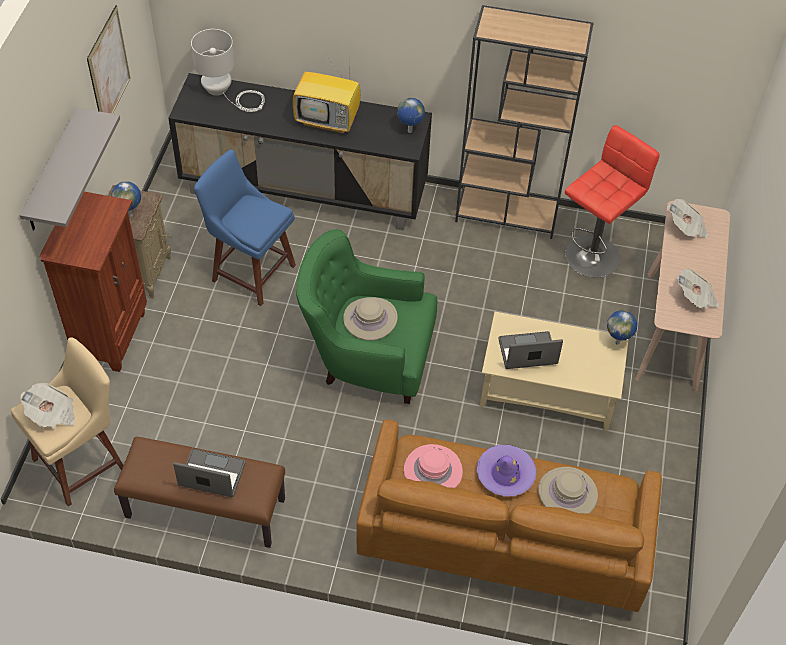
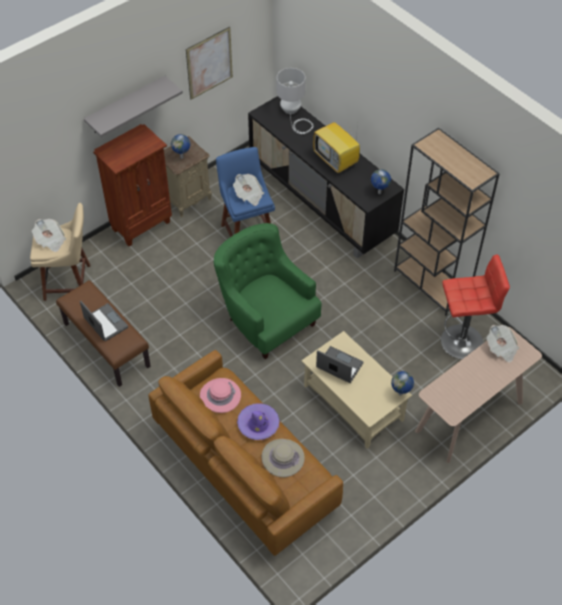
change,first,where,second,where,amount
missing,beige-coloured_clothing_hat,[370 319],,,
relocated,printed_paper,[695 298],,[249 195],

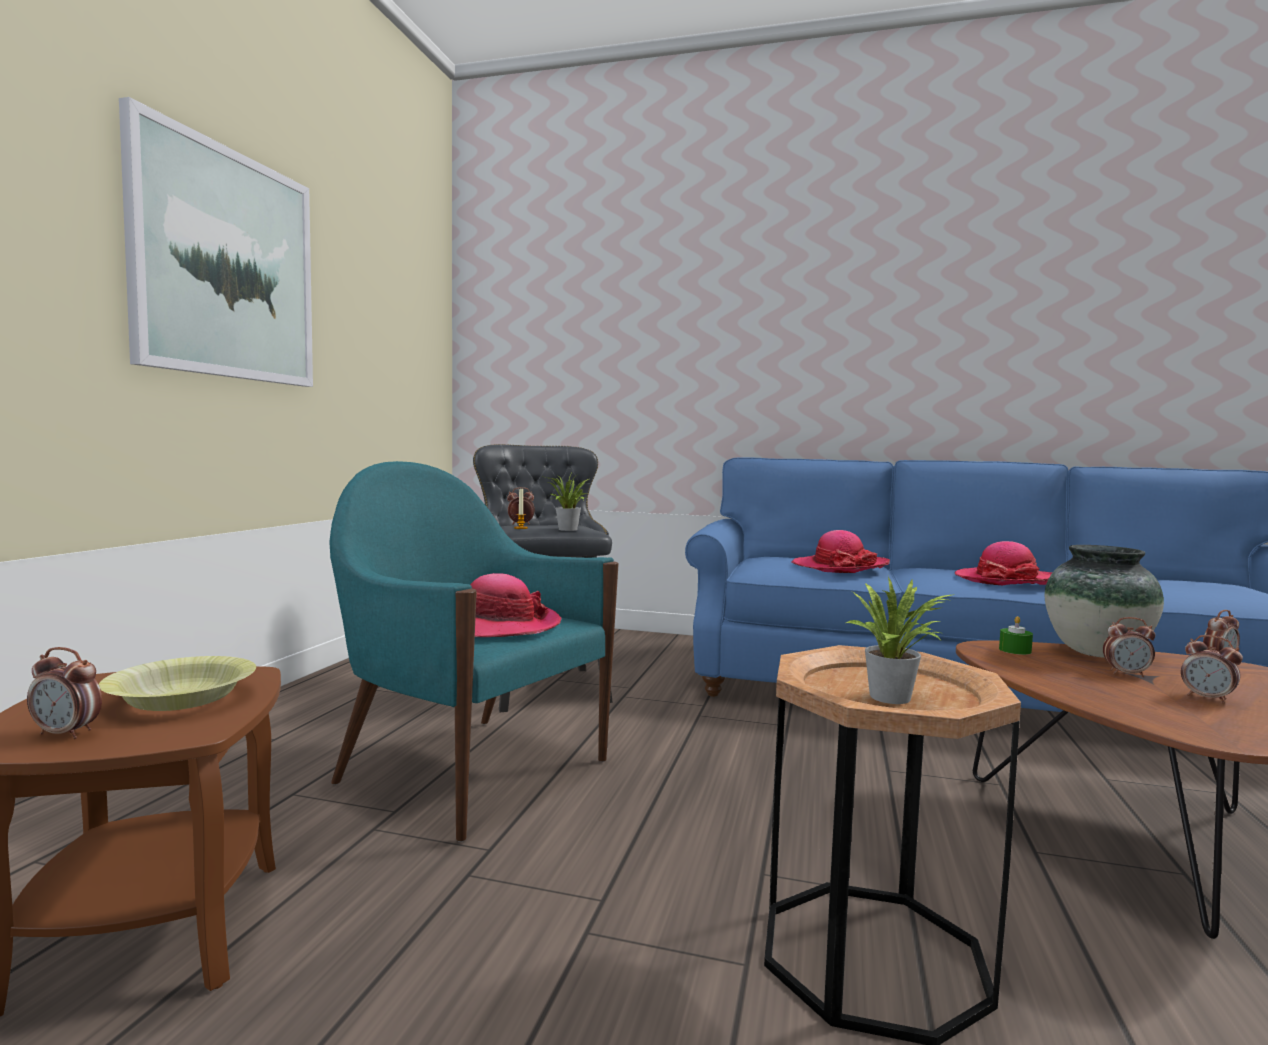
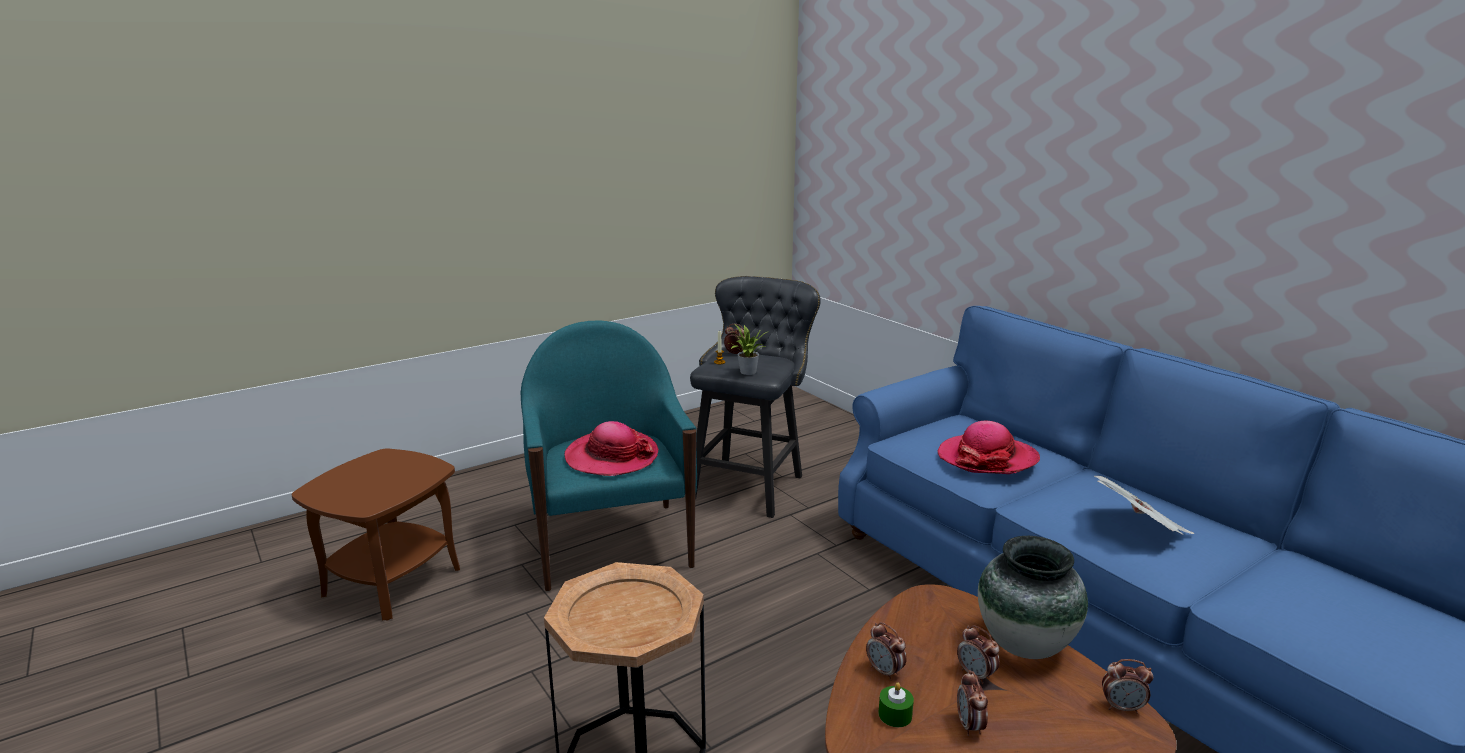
change,first,where,second,where,amount
missing,yellowish_serving_bowl,[182 699],,,
missing,picture,[226 265],,,
missing,houseplant,[896 698],,,
relocated,table_clock,[67 734],,[884 671],
relocated,green-coloured_candle,[1015 650],,[895 715],
exchanged,clothing_hat,[1008 580],printed_paper,[1139 529],

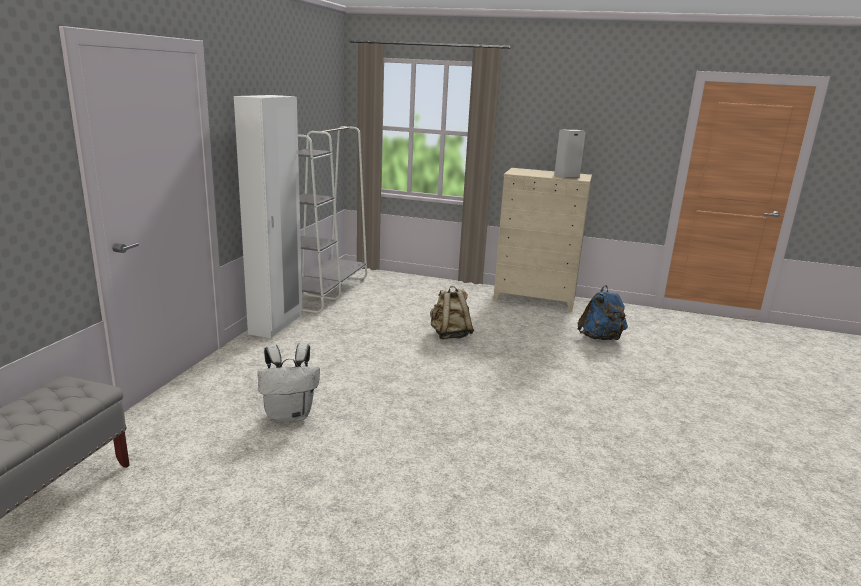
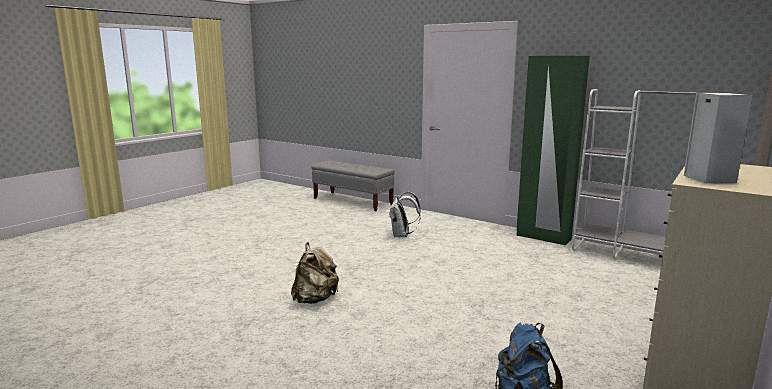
change,first,where,second,where,amount
relocated,beige-coloured_backpack,[450 335],,[315 299],
colour,whitish_clothes_cupboard,[276 324],green-coloured_clothes_cupboard,[543 237],

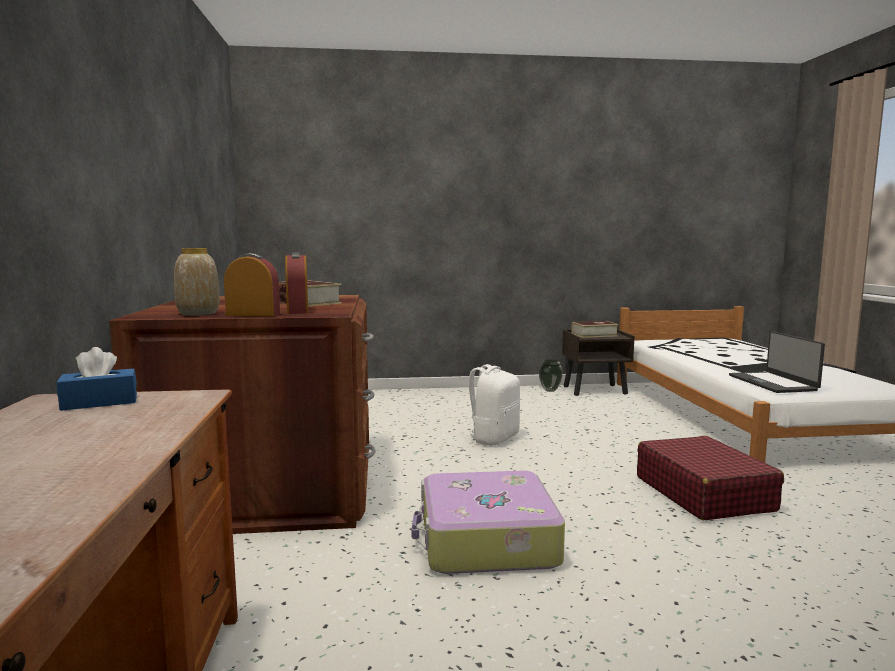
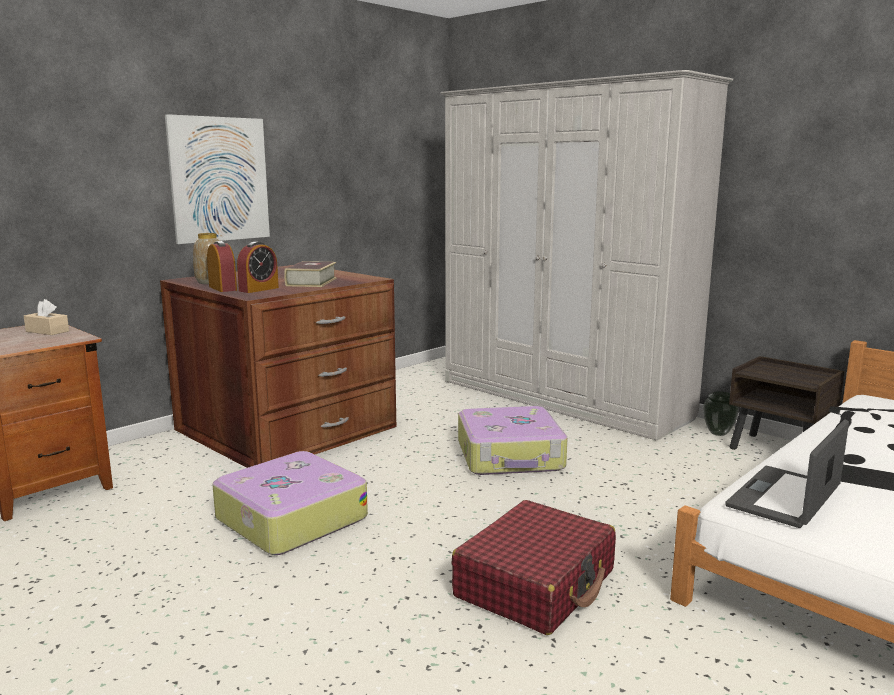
change,first,where,second,where,amount
missing,volume,[594 334],,,
appeared,,,picture,[219 179],
appeared,,,whitish_clothes_cupboard,[562 399],
exchanged,whitish_backpack,[493 438],piece_of_luggage,[510 456],
colour,blue-coloured_tissue_box,[99 402],beige-coloured_tissue_box,[47 331],

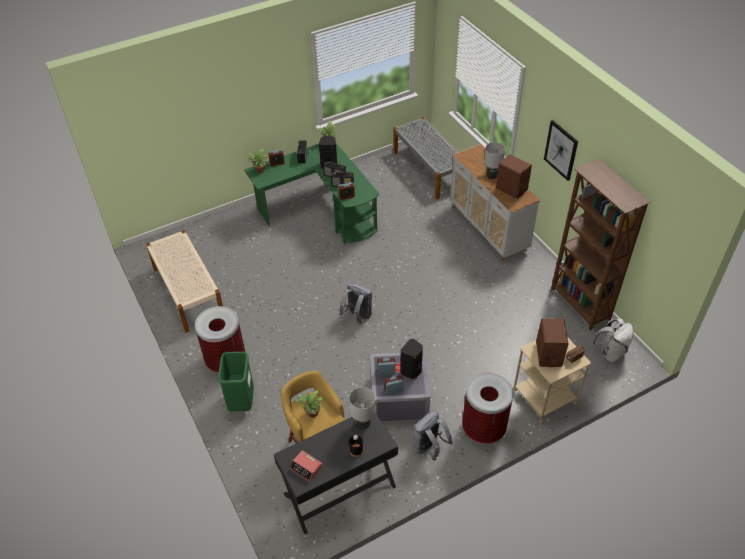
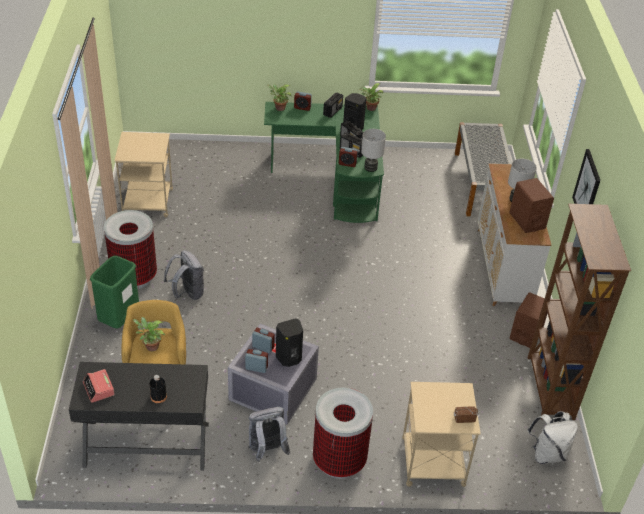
change,first,where,second,where,amount
relocated,greyish_backpack,[357 316],,[187 293],
relocated,greyish_table_lamp,[363 422],,[370 168],
relocated,brown-coloured_audio_speaker,[548 354],,[526 333],
exchanged,beige-coloured_indoor_bench,[188 292],beige-coloured_trolley,[147 201],

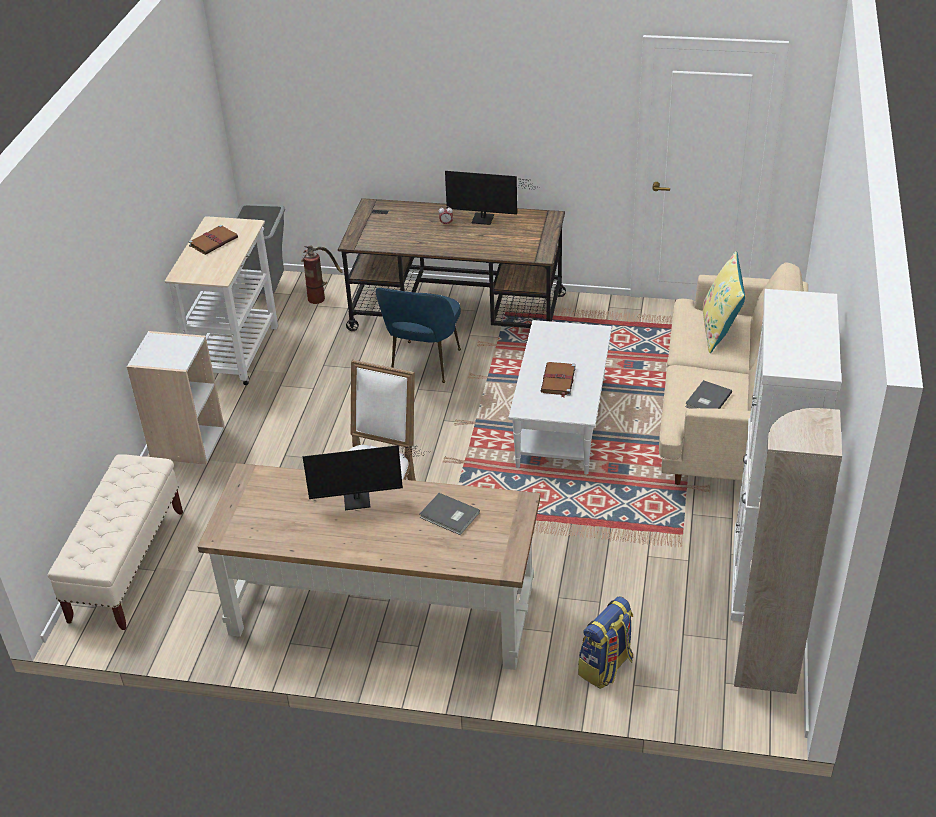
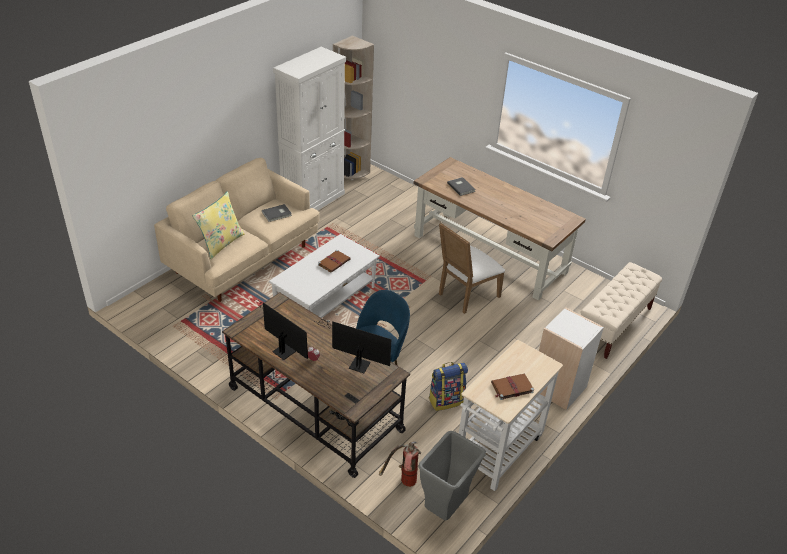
change,first,where,second,where,amount
relocated,computer_display,[361 500],,[357 363],
relocated,backpack,[606 667],,[446 400],

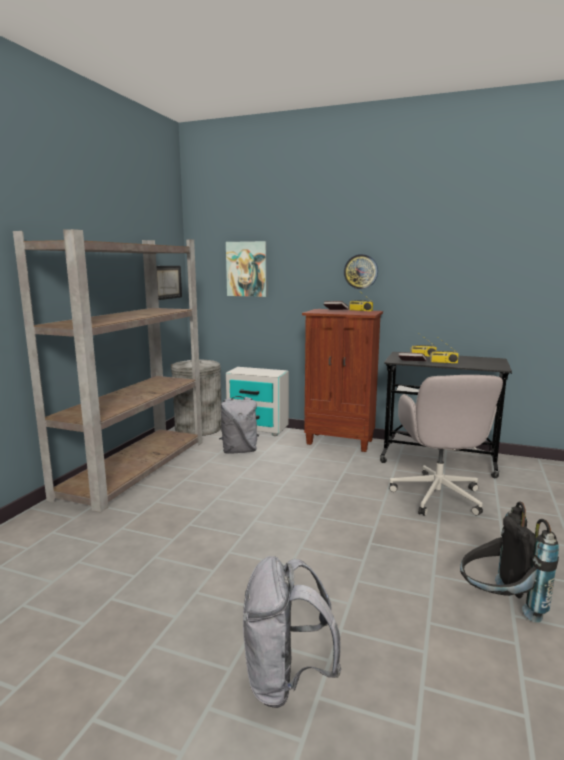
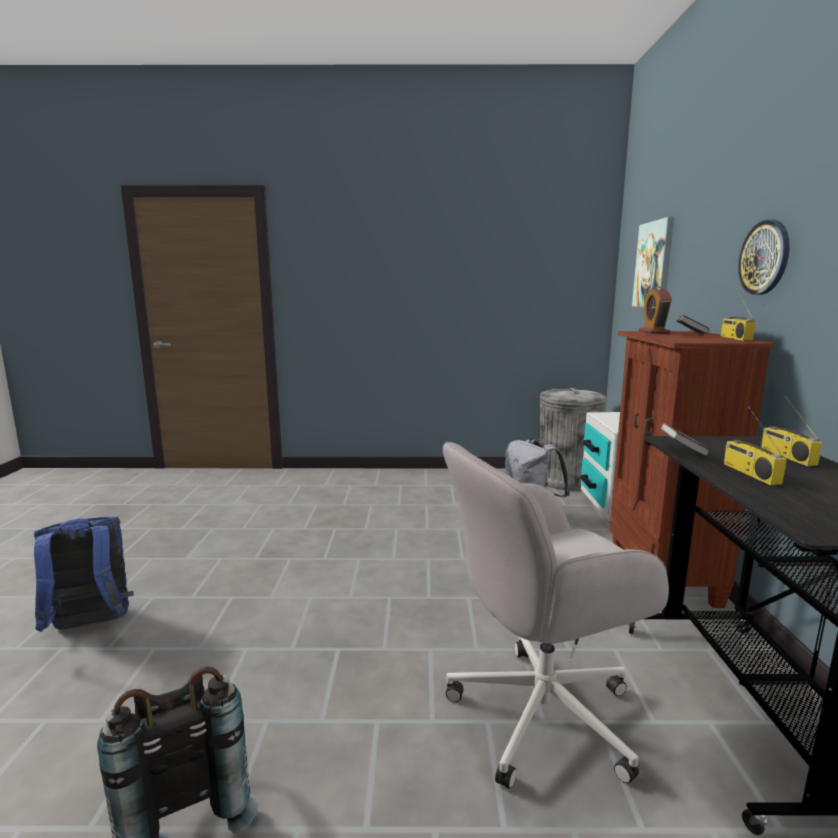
change,first,where,second,where,amount
missing,brown-coloured_bookcase,[135 467],,,
missing,picture,[167 282],,,
appeared,,,table_clock,[654 332],
colour,greyish_backpack,[285 679],blue-coloured_backpack,[90 626],

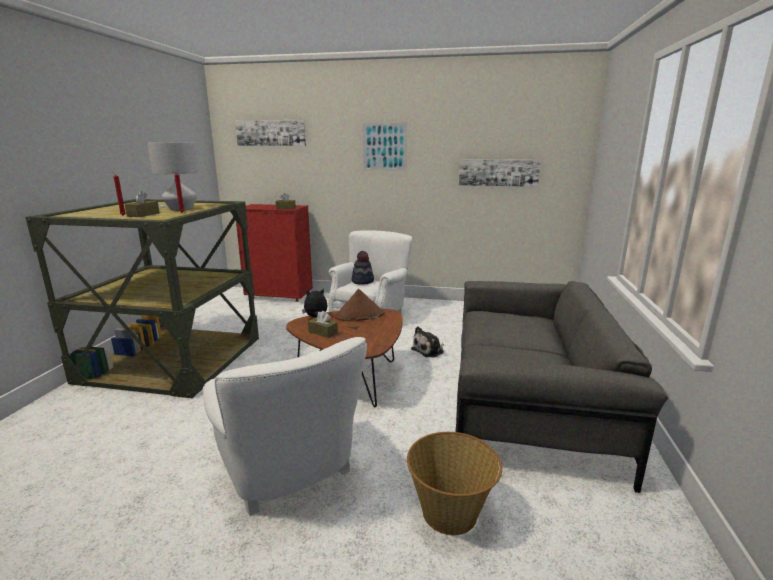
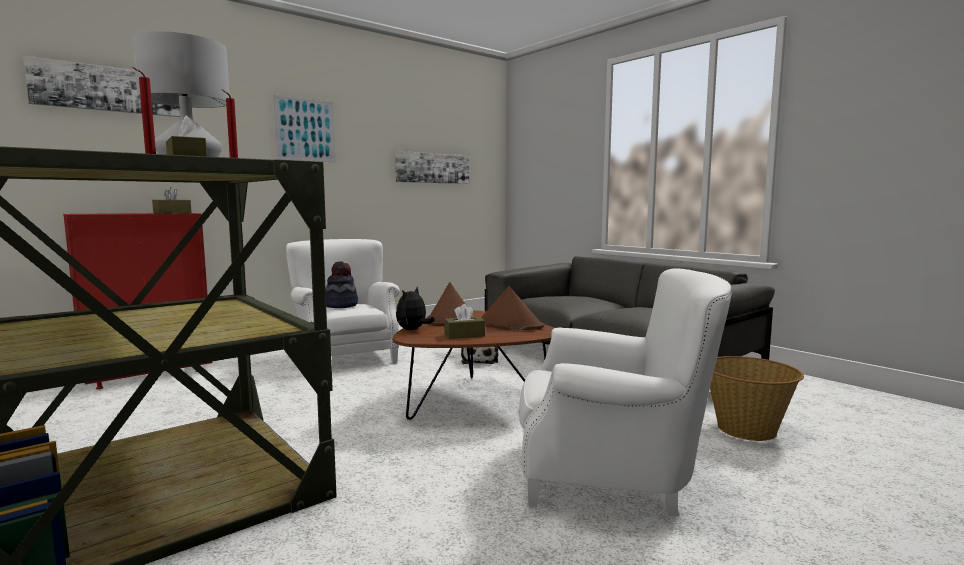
change,first,where,second,where,amount
appeared,,,brown-coloured_clothing_hat,[509 325],

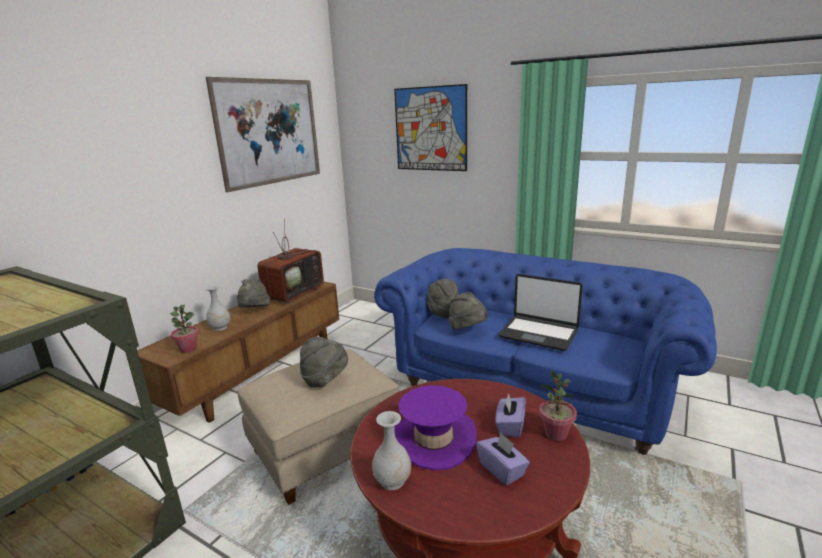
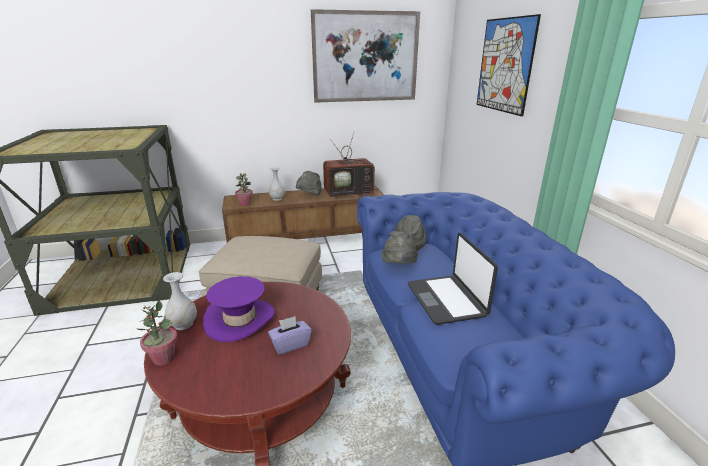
change,first,where,second,where,amount
missing,greyish_clothing_hat,[325 380],,,
missing,purple_tissue_box,[502 470],,,
relocated,houseplant,[556 434],,[163 358],

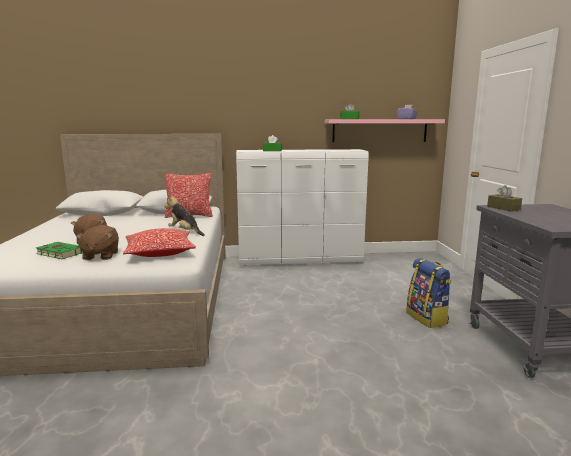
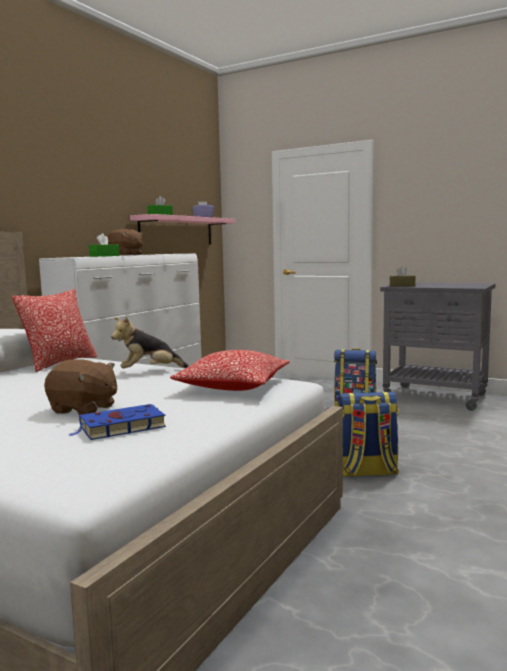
change,first,where,second,where,amount
appeared,,,backpack,[366 472],
relocated,brown-coloured_plush_toy,[100 256],,[125 255],
colour,green-coloured_volume,[59 253],blue-coloured_volume,[120 427],

